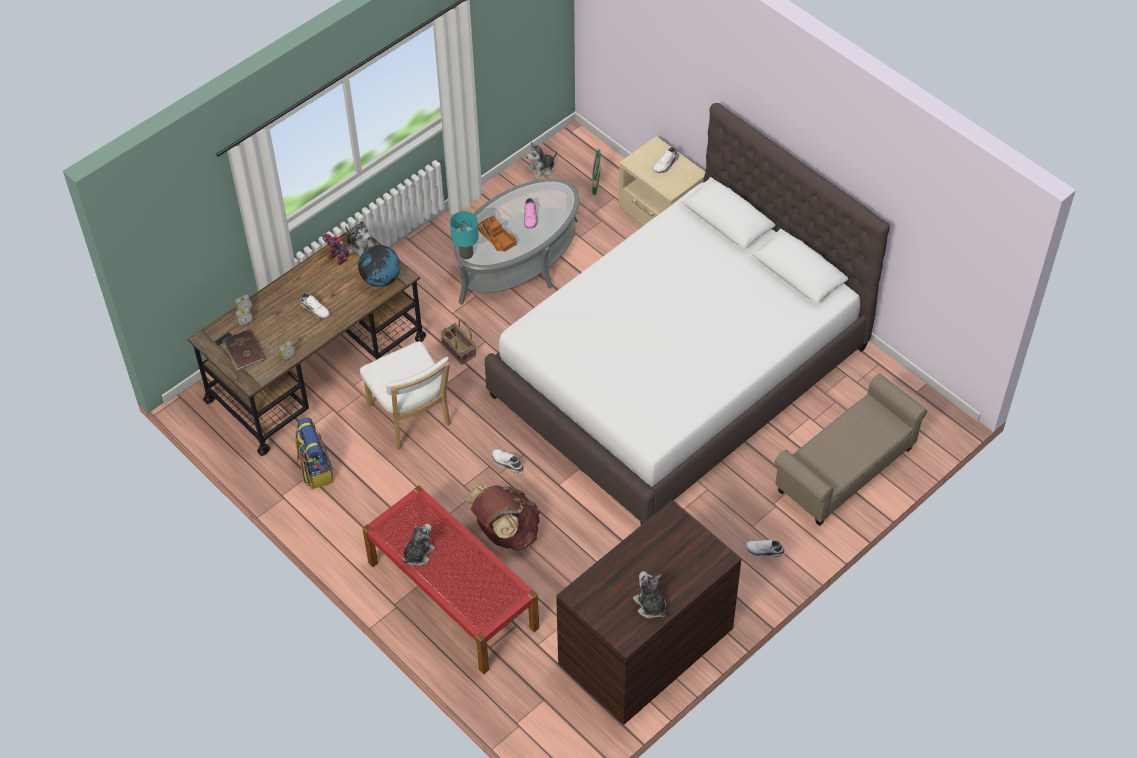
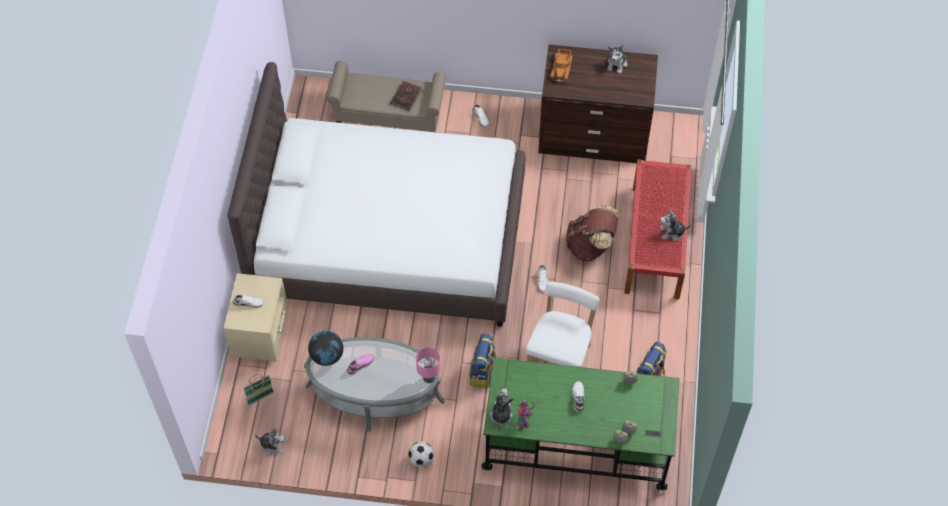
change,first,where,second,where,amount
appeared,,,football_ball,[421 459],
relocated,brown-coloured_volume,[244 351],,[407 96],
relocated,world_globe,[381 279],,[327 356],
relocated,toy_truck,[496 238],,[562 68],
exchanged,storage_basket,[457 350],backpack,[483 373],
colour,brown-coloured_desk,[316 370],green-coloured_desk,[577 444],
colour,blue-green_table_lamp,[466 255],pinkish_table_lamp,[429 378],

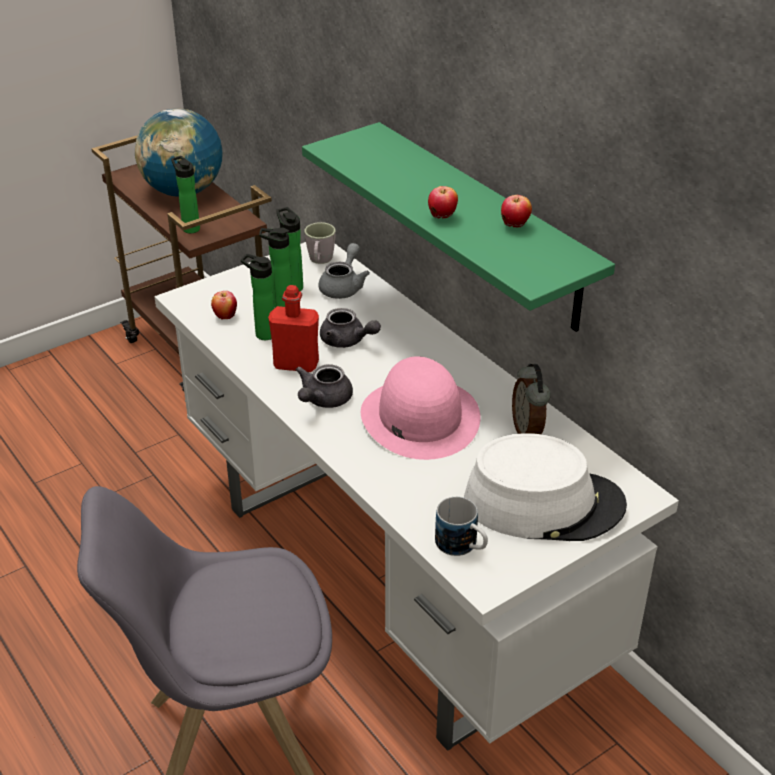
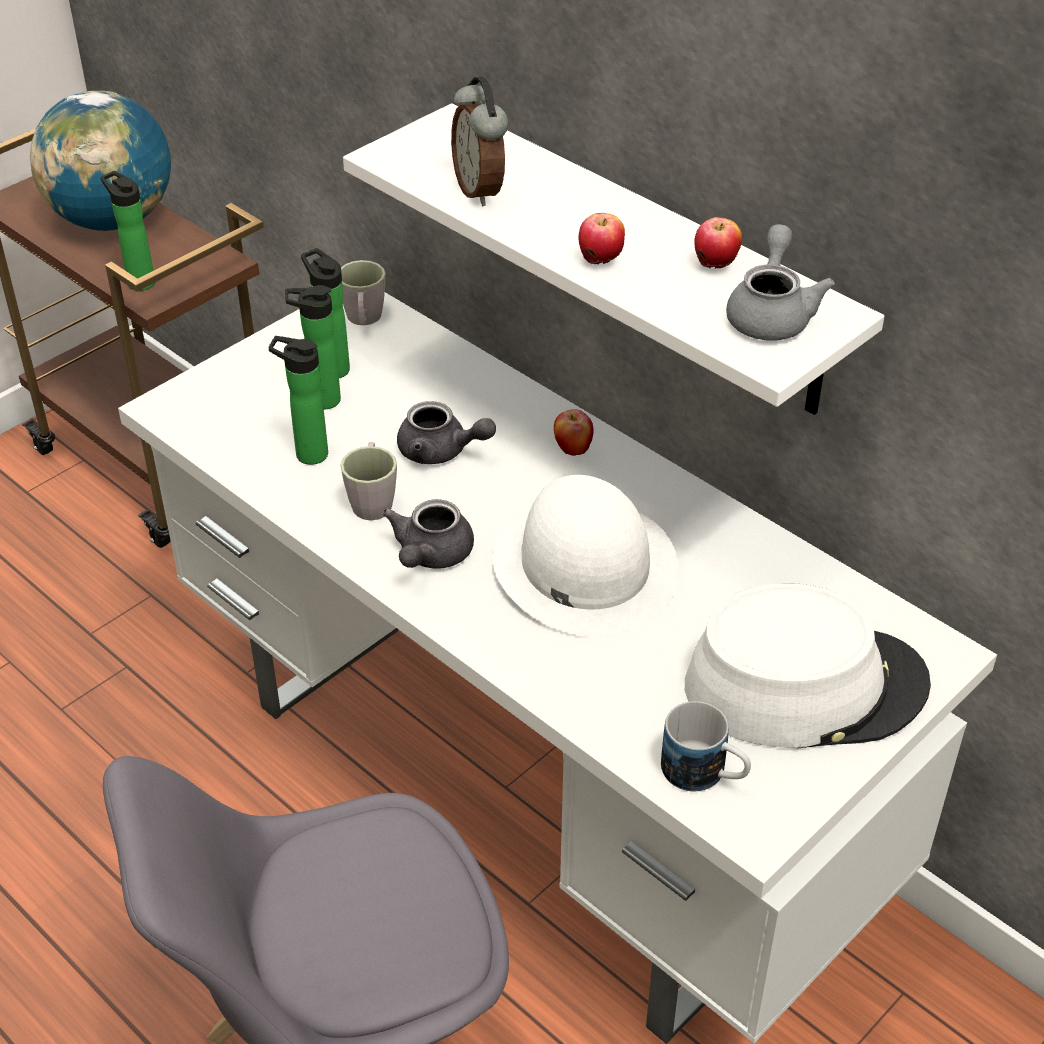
change,first,where,second,where,amount
relocated,whole_apple,[225 316],,[572 449],
relocated,greyish_tea_pot,[343 286],,[771 313],
relocated,table_clock,[528 430],,[481 190],
exchanged,red-coloured_drink_bottle,[296 364],greyish_coffee_mug,[372 500],
colour,green-coloured_shelf,[483 226],whitish_shelf,[645 260],
colour,pinkish_clothing_hat,[419 417],whitish_clothing_hat,[584 566],

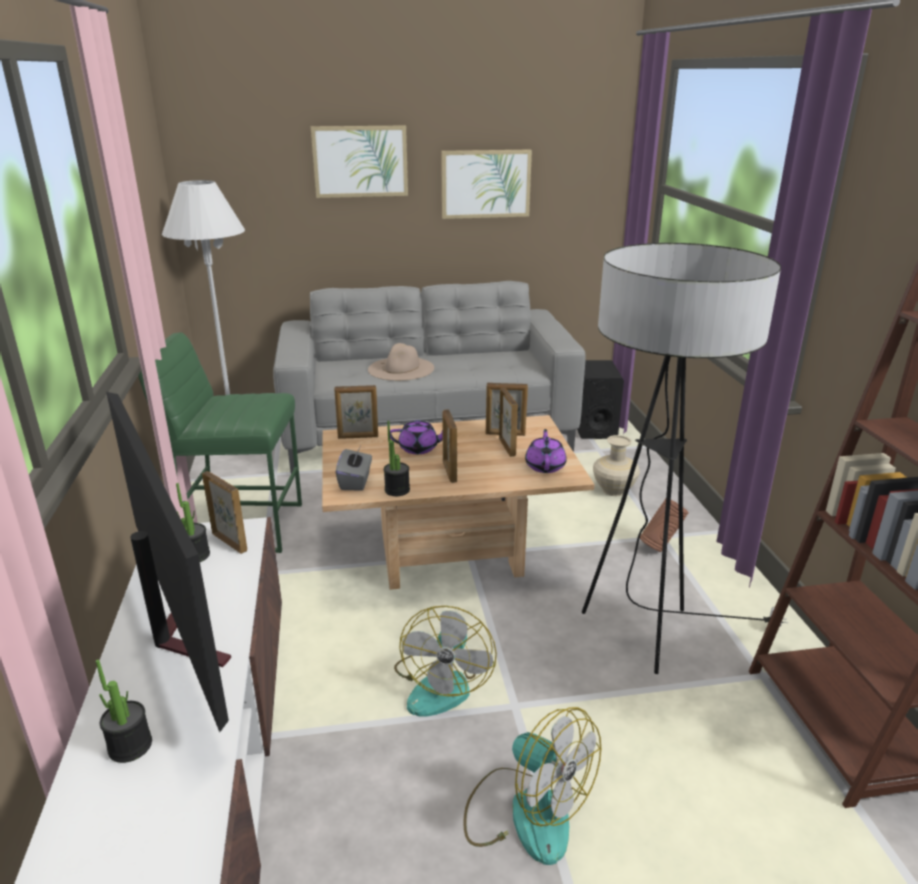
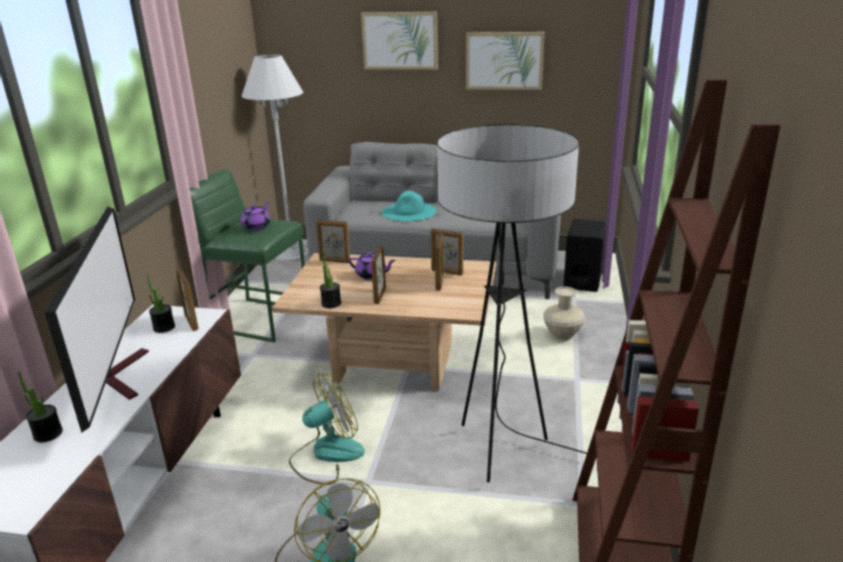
change,first,where,second,where,amount
missing,greyish_tissue_box,[355 481],,,
missing,brown-coloured_vase,[660 547],,,
relocated,purple_tea_pot,[545 466],,[257 226],
colour,beige-coloured_clothing_hat,[401 368],blue-green_clothing_hat,[409 211],
spun,fan,[442 683],,[326 455],150 degrees counterclockwise

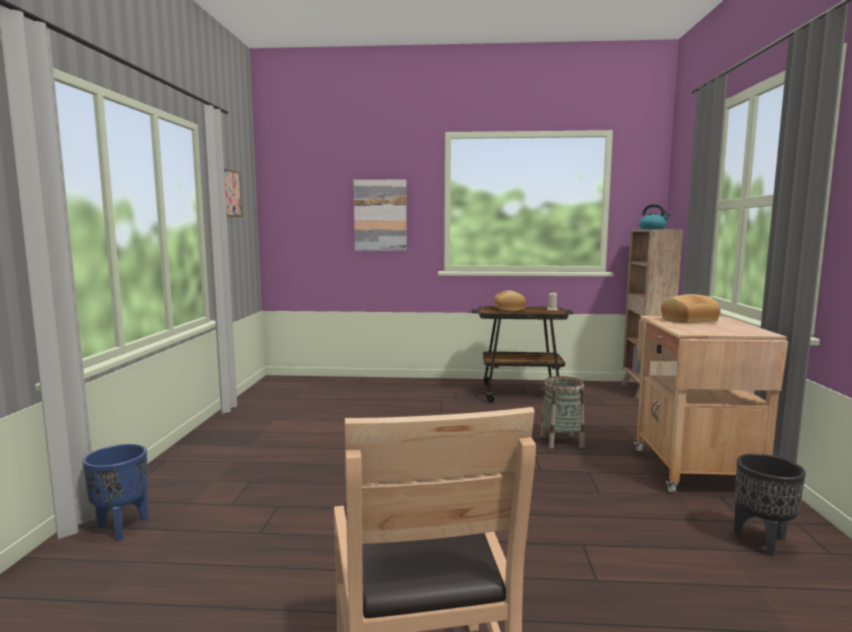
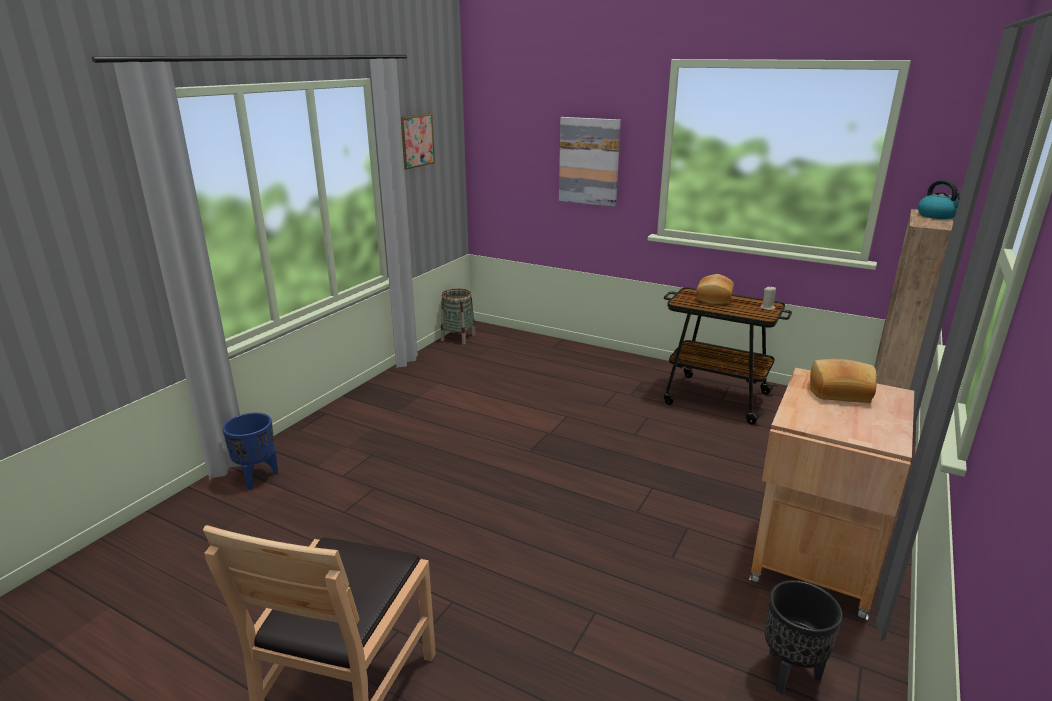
change,first,where,second,where,amount
relocated,storage_basket,[561 441],,[458 338],

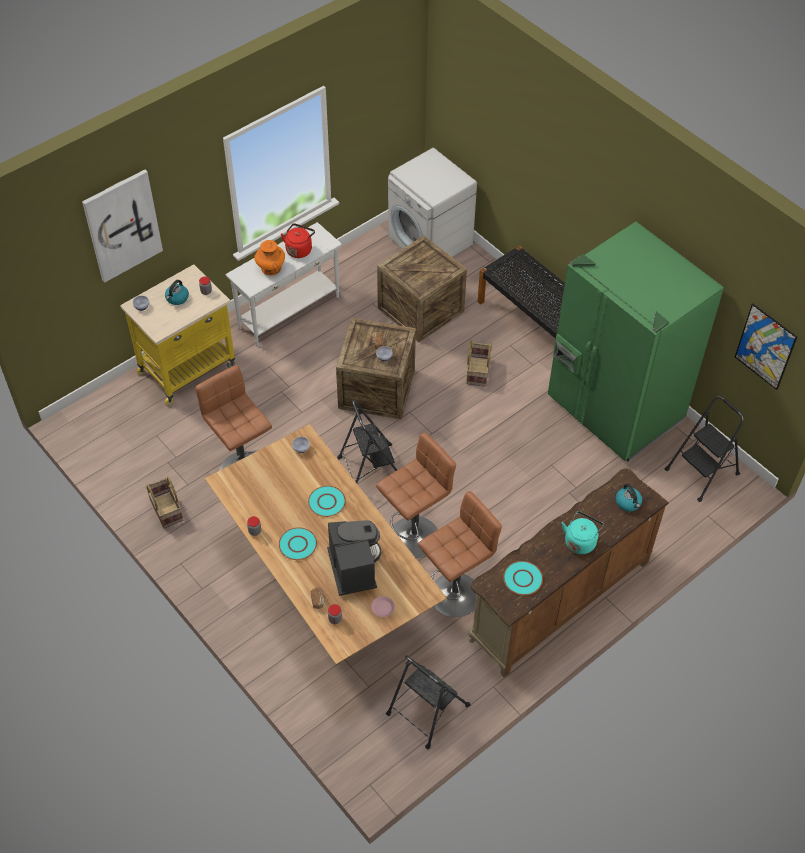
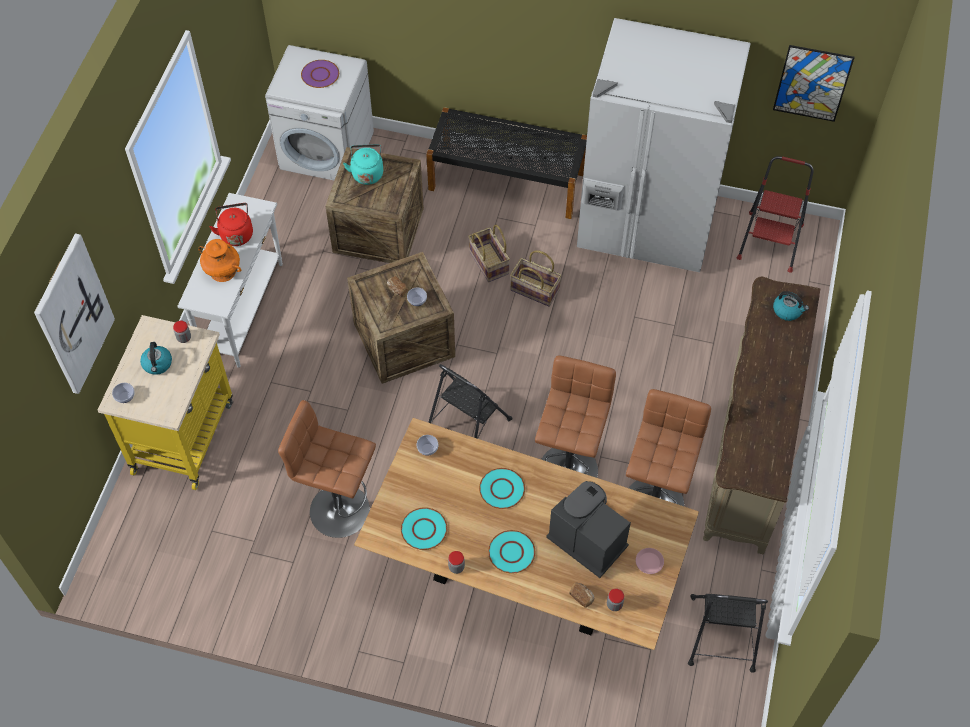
change,first,where,second,where,amount
appeared,,,purple_plate,[320 75],
relocated,storage_basket,[165 510],,[534 290],
relocated,blue-green_plate,[522 579],,[423 529],
relocated,blue-green_tea_kettle,[580 541],,[367 173],
colour,green-coloured_refrigerator,[615 409],whitish_refrigerator,[646 226],
colour,black-coloured_step_ladder,[704 470],red-coloured_step_ladder,[771 239],

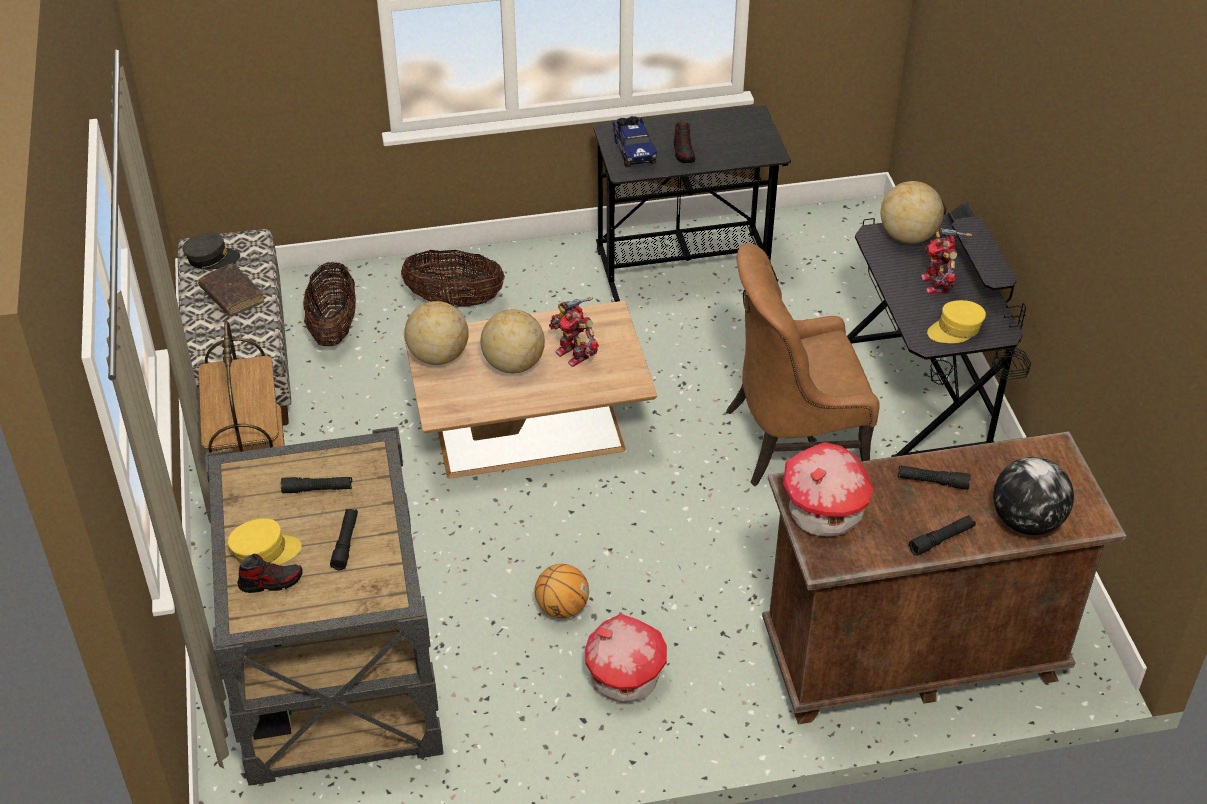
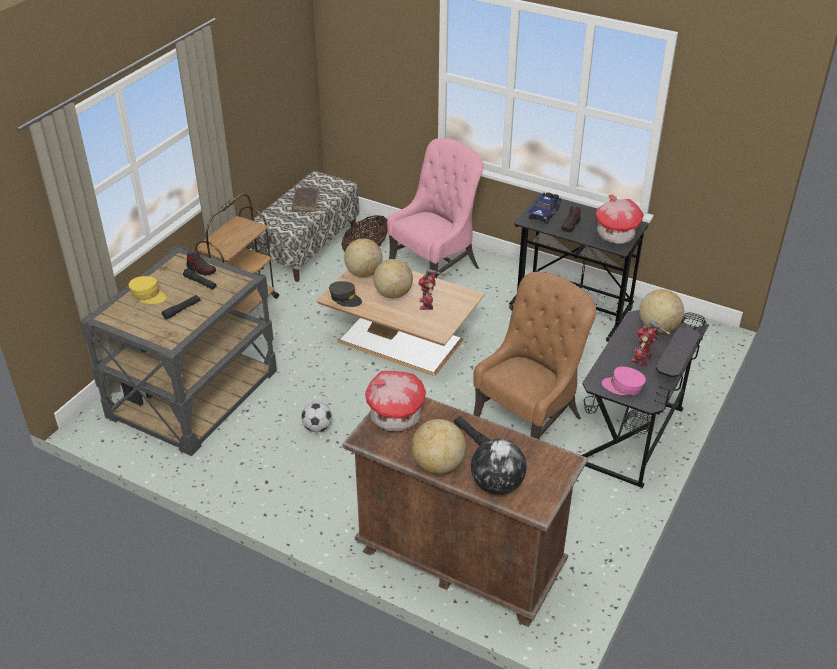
change,first,where,second,where,amount
relocated,greyish_cap,[211 258],,[345 298],
relocated,shoe,[271 582],,[201 270],
relocated,miniature_house,[623 679],,[615 235],
exchanged,storage_basket,[454 301],pinkish_plain_chair,[435 267],
exchanged,basketball,[562 608],football_ball,[317 427],
exchanged,black-coloured_flashlight,[941 539],world_globe,[438 465],
colour,yellowish_cap,[955 329],pinkish_cap,[623 386],
spun,brown-coloured_plain_chair,[793 439],,[529 419],105 degrees clockwise

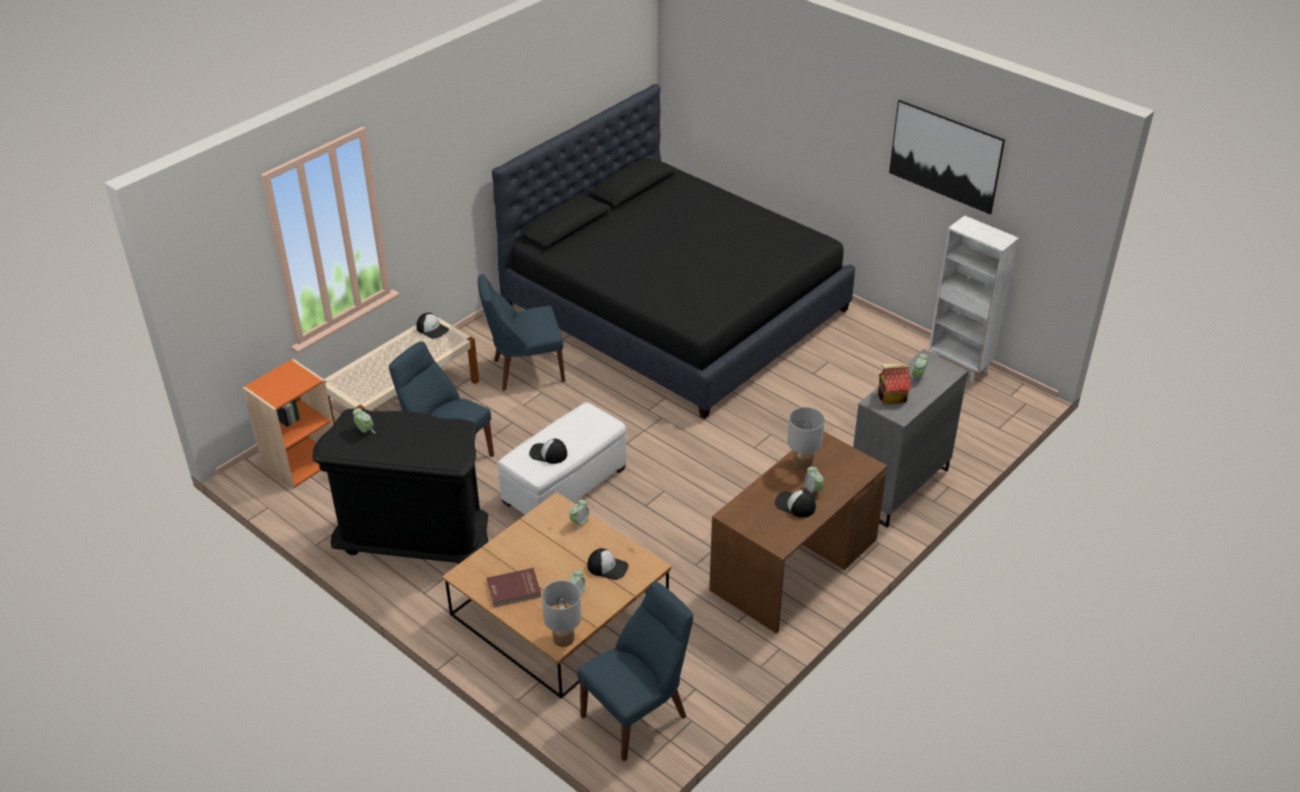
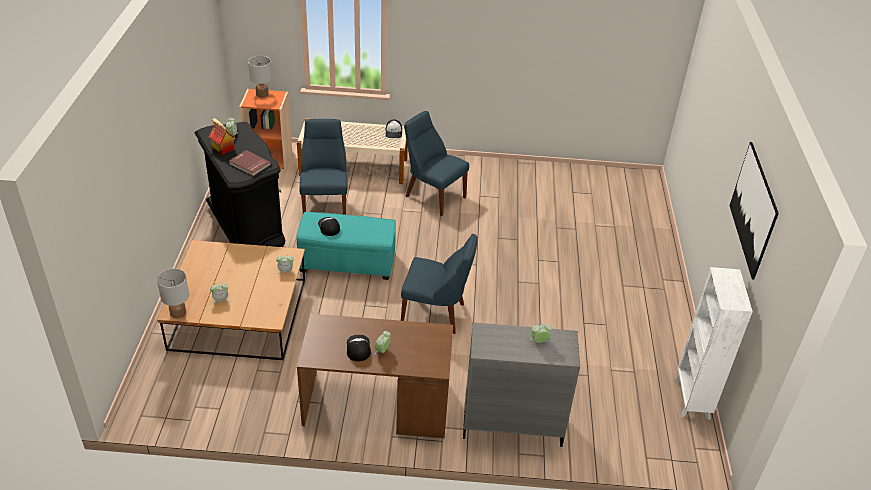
change,first,where,second,where,amount
missing,black-coloured_bed,[675 307],,,
missing,cap,[608 567],,,
relocated,red-coloured_volume,[514 589],,[249 164],
relocated,blue-coloured_plain_chair,[638 714],,[436 314],
relocated,greyish_table_lamp,[802 464],,[262 94],
relocated,miniature_house,[891 397],,[222 148],
colour,whitish_ottoman,[564 486],blue-green_ottoman,[347 263],

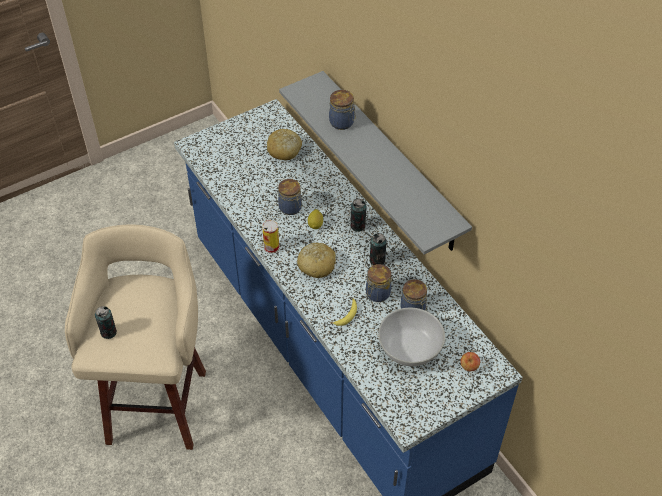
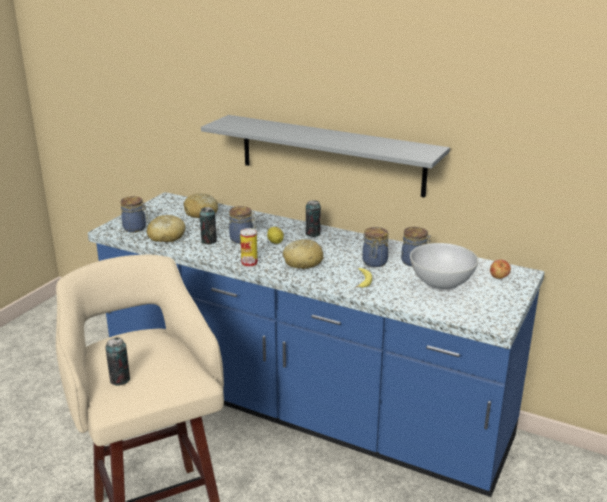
change,first,where,second,where,amount
appeared,,,bakery_bread,[166 236],
relocated,jar,[342 123],,[135 228],
relocated,sealed_can,[377 260],,[209 241],

